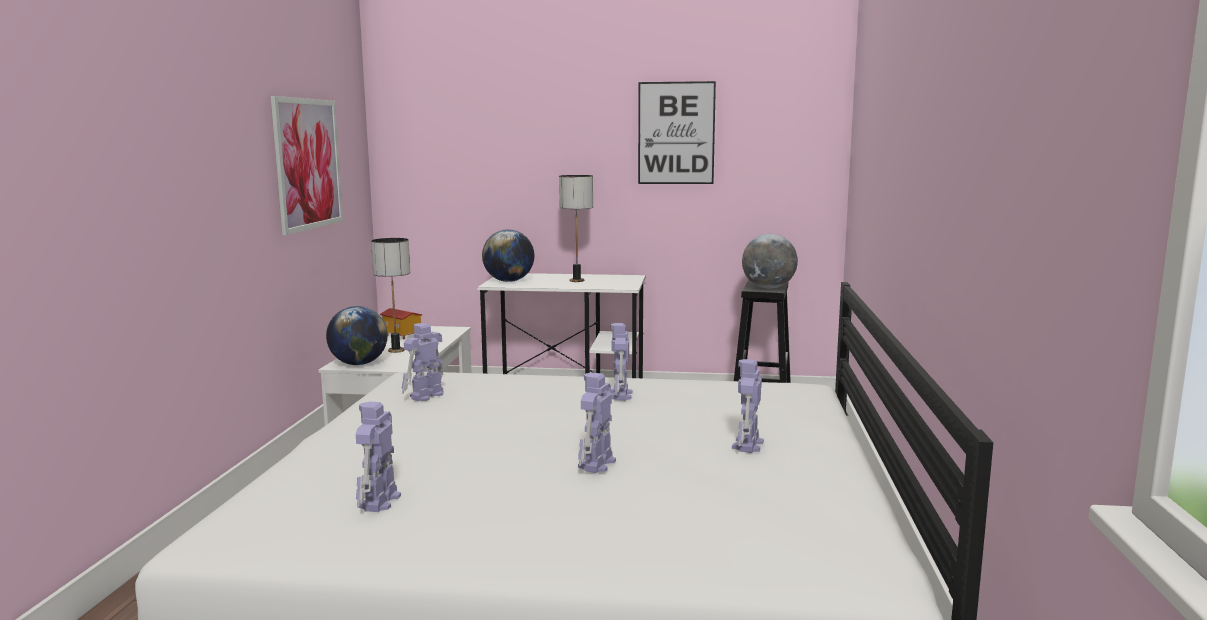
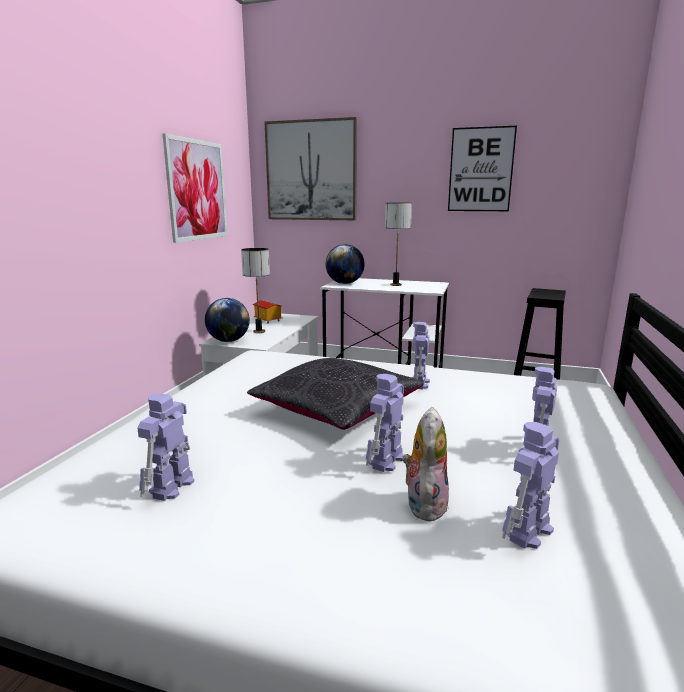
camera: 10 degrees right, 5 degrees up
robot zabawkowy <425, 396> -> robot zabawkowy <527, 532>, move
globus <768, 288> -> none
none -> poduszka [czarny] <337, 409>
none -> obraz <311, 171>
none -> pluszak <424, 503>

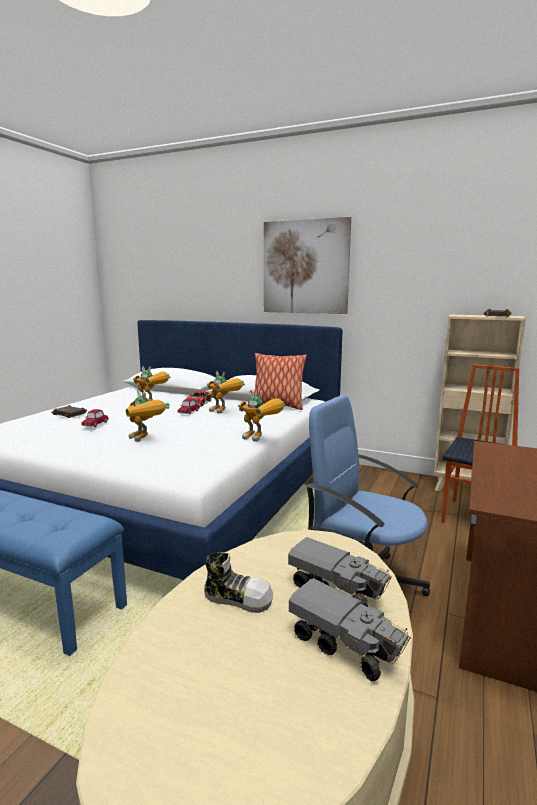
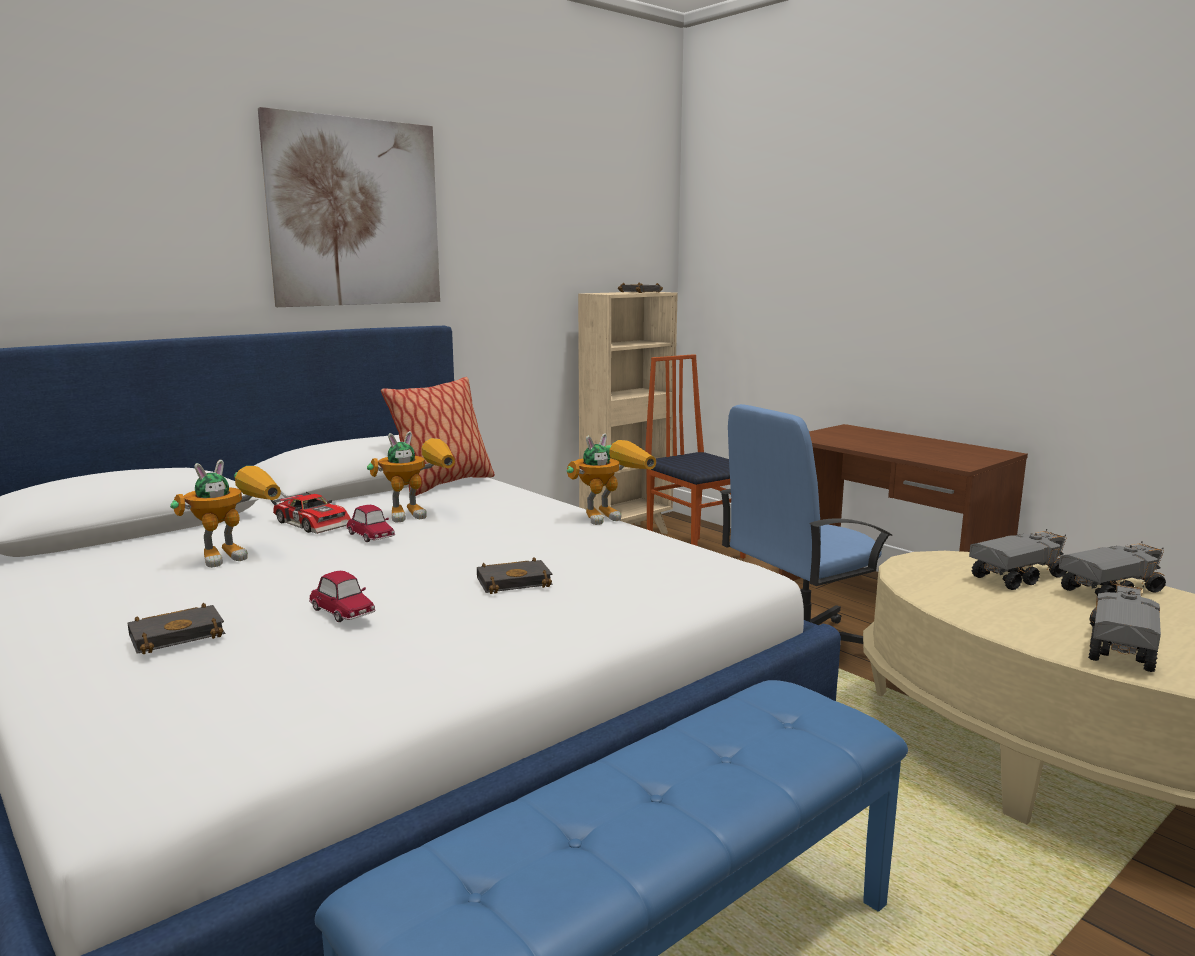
camera: 65 degrees left, 0 degrees up
robot zabawkowy <146, 439> -> książka [czarny] <515, 581>
but <238, 598> -> none
none -> ciężarówka zabawkowa <1121, 648>

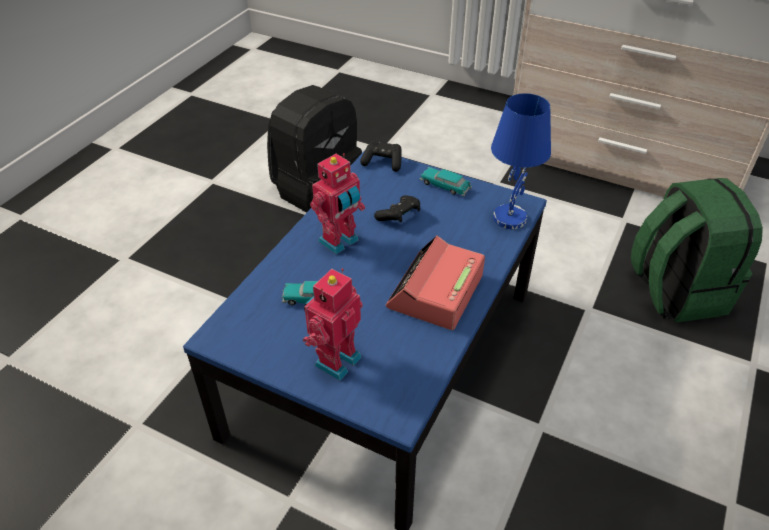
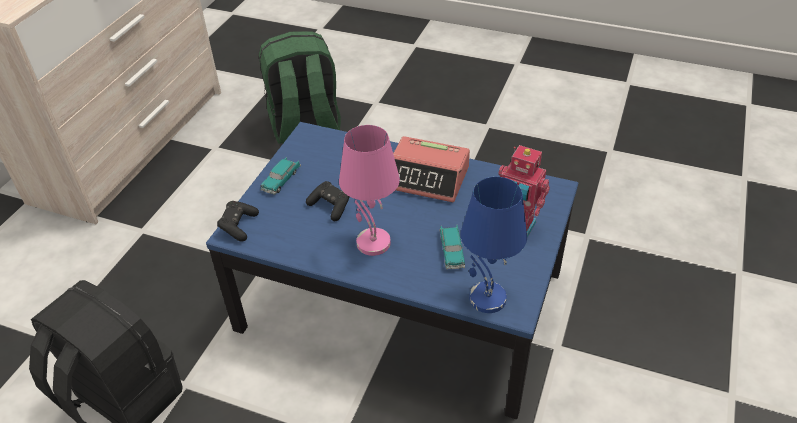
camera: 95 degrees left, 0 degrees up
robot zabawkowy <340, 242> -> lampa stołowa [różowy] <372, 243>
lampa stołowa [niebieski] <509, 217> -> lampa stołowa [niebieski] <486, 298>, move

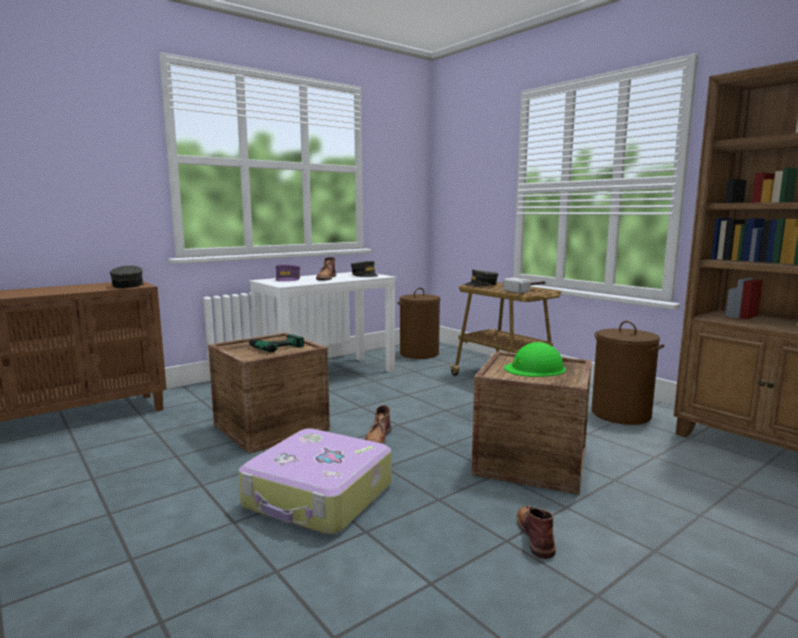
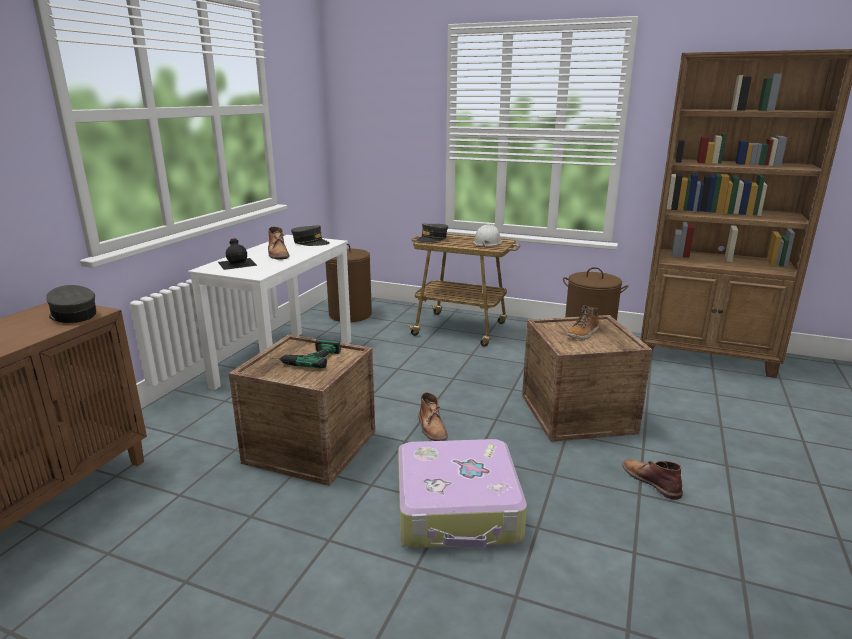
camera: 30 degrees left, 10 degrees up
czapka z daszkiem [fioletowy] <287, 279> -> butelka [czarny] <237, 263>
młotek <528, 290> -> kask [biały] <487, 242>
kask [zielony] <535, 368> -> but z cholewką <583, 334>

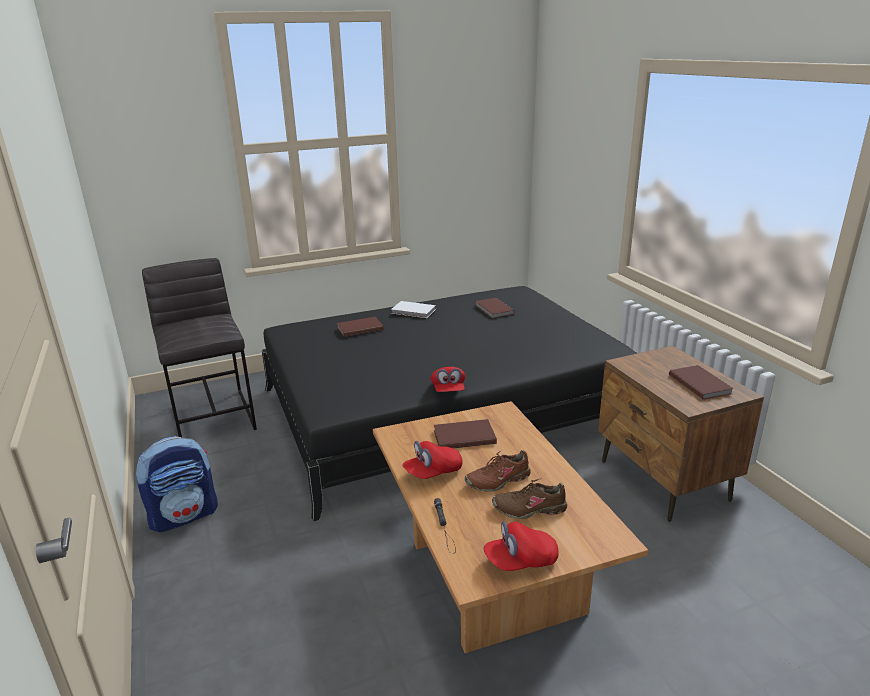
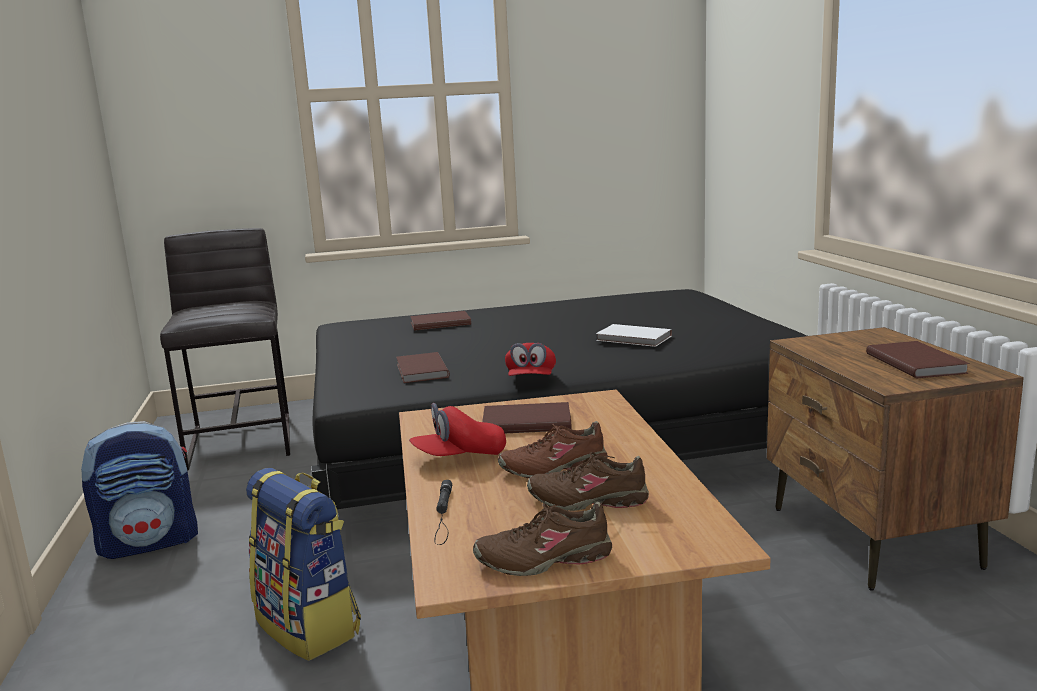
camera: 10 degrees right, 10 degrees down
książka [biały] <413, 311> -> książka [biały] <634, 338>, move
książka [brązowy] <493, 310> -> książka [brązowy] <420, 371>, move
czapka z daszkiem [czerwony] <520, 561> -> but [brązowy] <544, 559>
none -> plecak <310, 626>

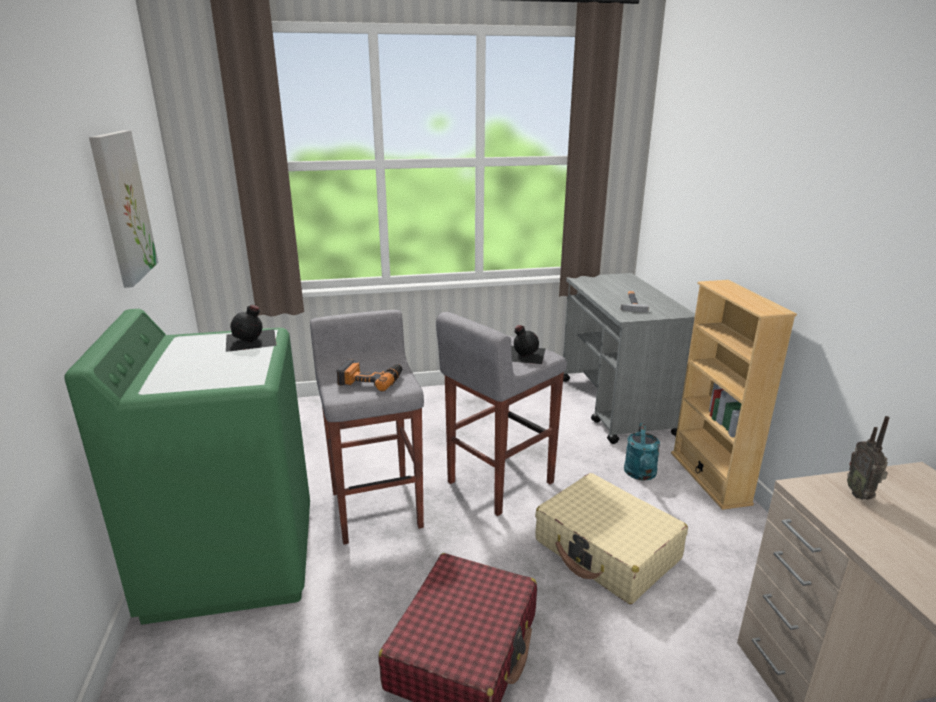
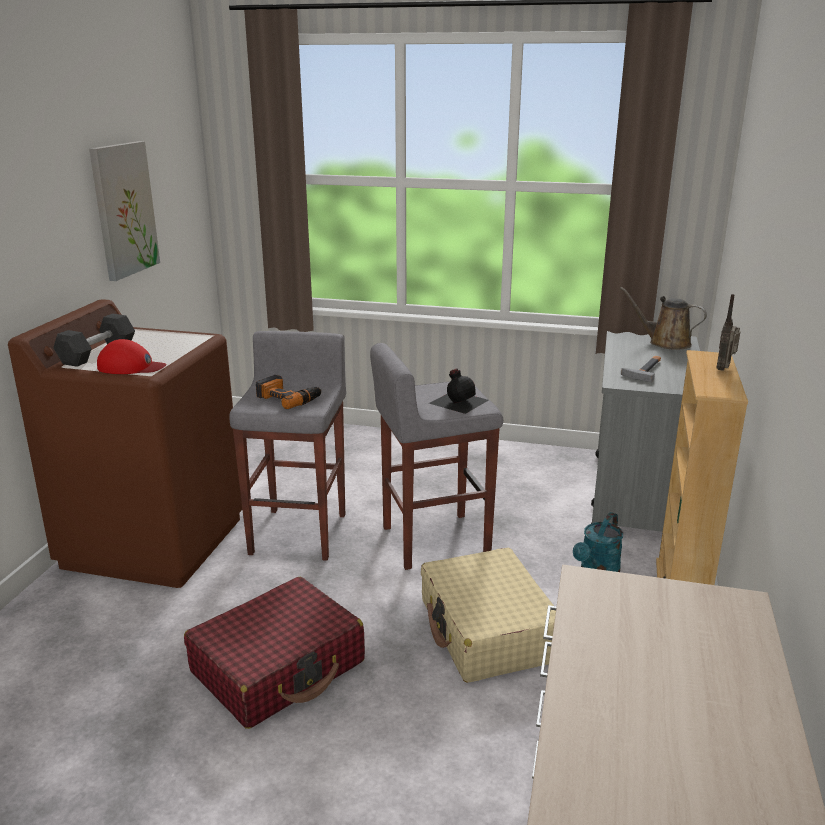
camera: 25 degrees right, 0 degrees up
pralka [zielony] <233, 559> -> pralka [brązowy] <154, 541>
butelka [czarny] <251, 340> -> none
radio <860, 494> -> radio <725, 369>, move
none -> hantel [czarny] <97, 353>
none -> czapka z daszkiem [czerwony] <131, 367>
none -> konewka [brązowy] <665, 343>

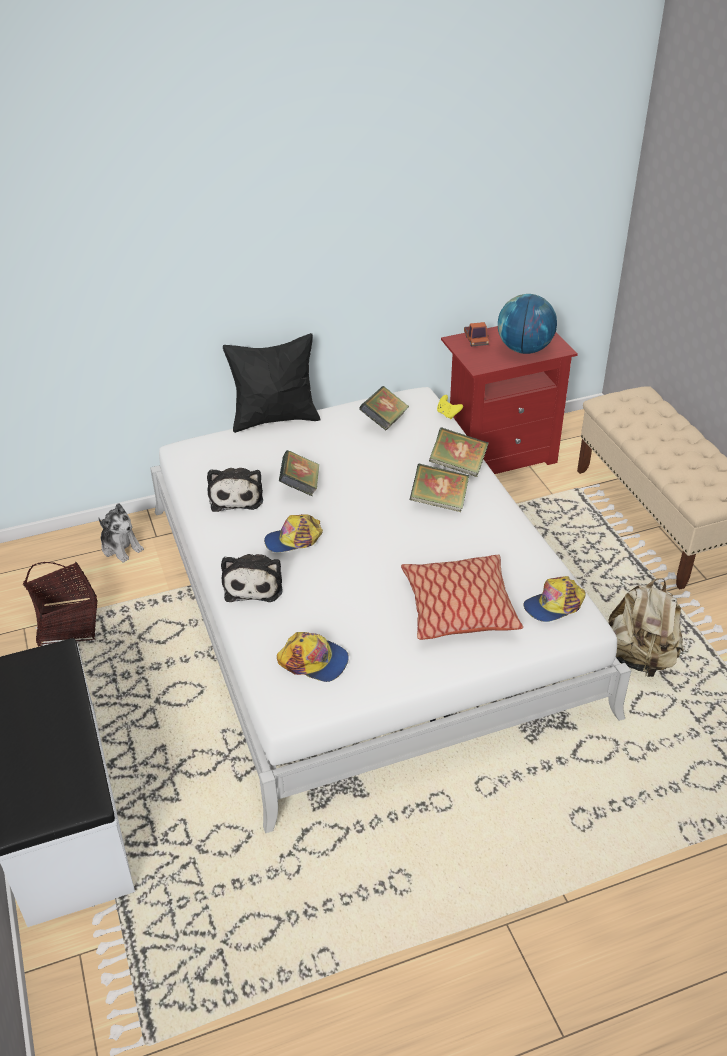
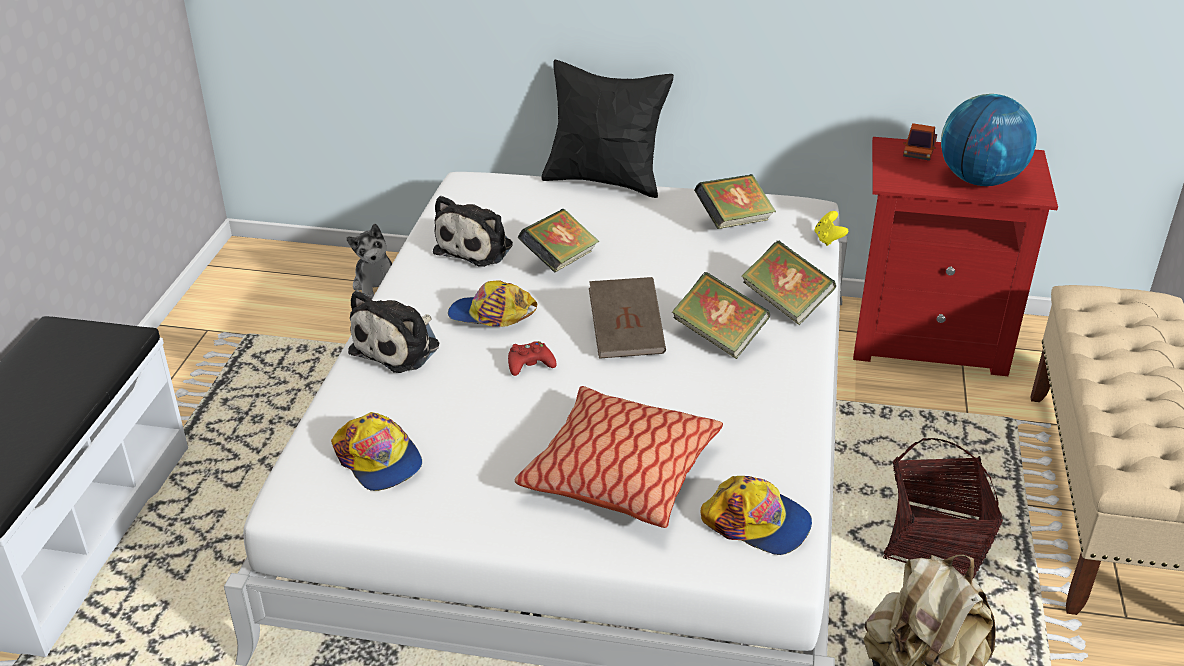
camera: 30 degrees right, 5 degrees down
koszyk <68, 623> -> koszyk <934, 543>, move
czapka z daszkiem <554, 605> -> czapka z daszkiem <757, 522>, 150 degrees counterclockwise
none -> pad do gier [czerwony] <530, 364>
none -> książka [brązowy] <626, 335>

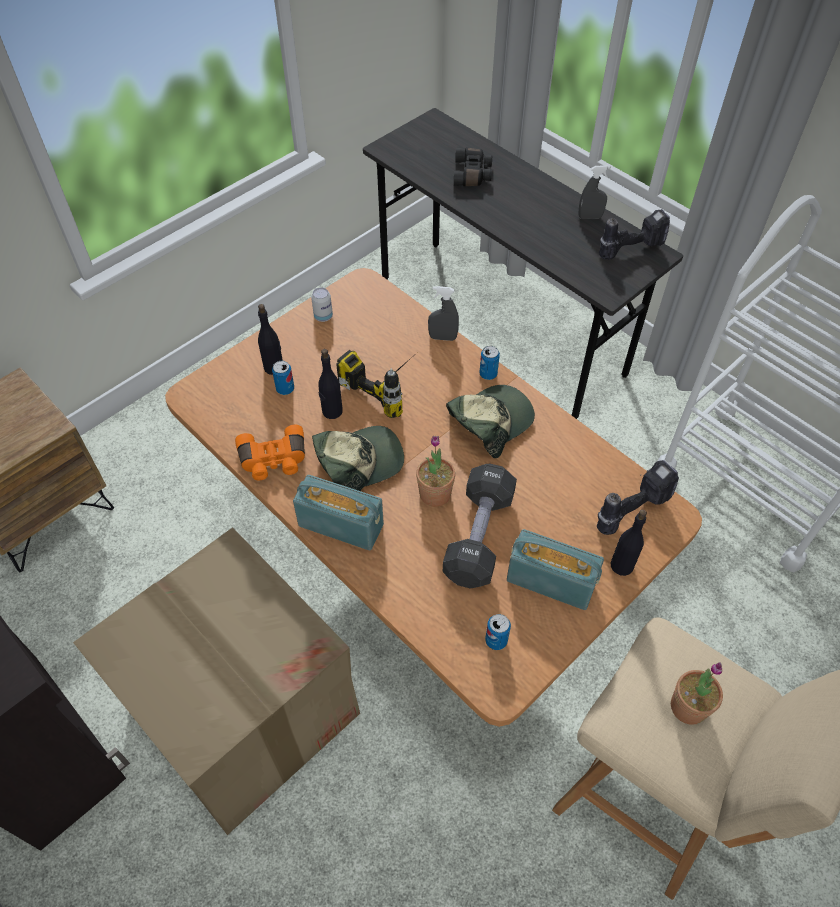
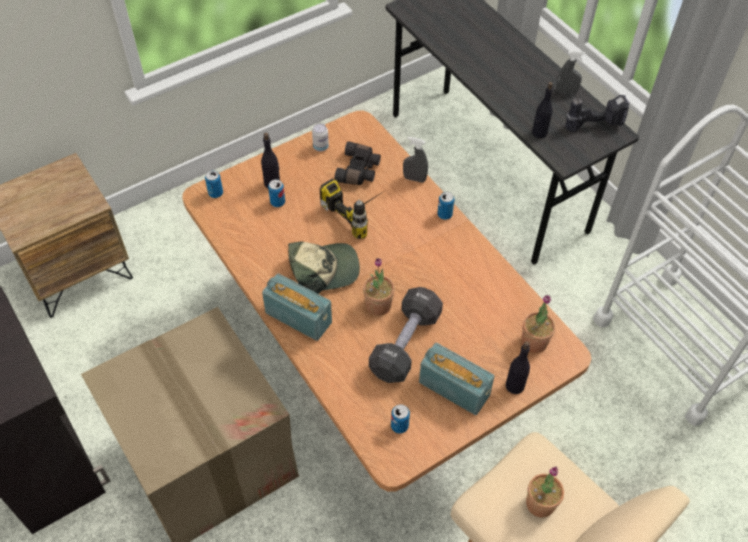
camera: 10 degrees right, 0 degrees up
lornetka [pomarańczowy] <273, 461> -> none
butelka [czarny] <332, 411> -> butelka [czarny] <539, 133>, move
czapka z daszkiem <489, 422> -> none
lornetka [czarny] <473, 174> -> lornetka [czarny] <359, 170>, move
wiertarka <630, 508> -> roślina doniczkowa <534, 342>
none -> puszka <215, 193>

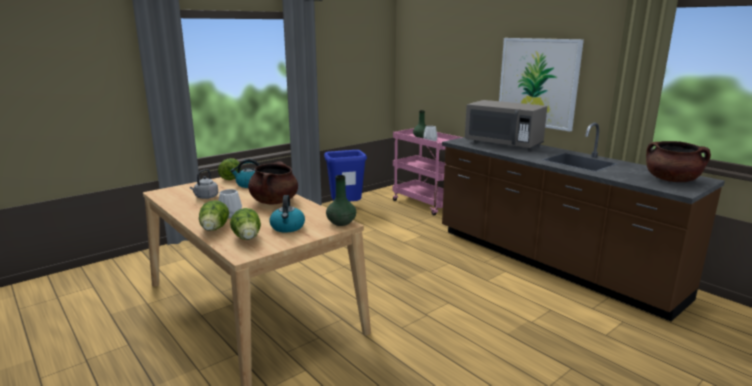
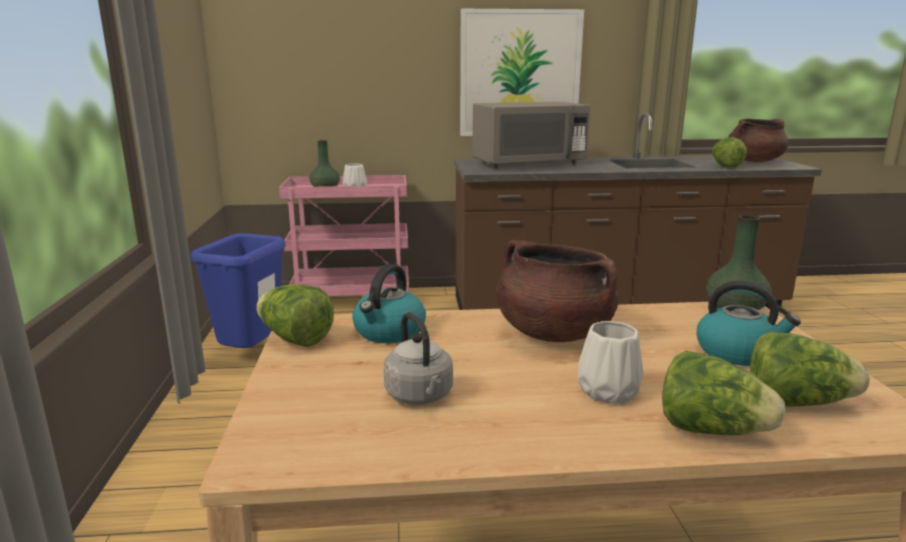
camera: 55 degrees left, 0 degrees up
none -> sałata <725, 166>

